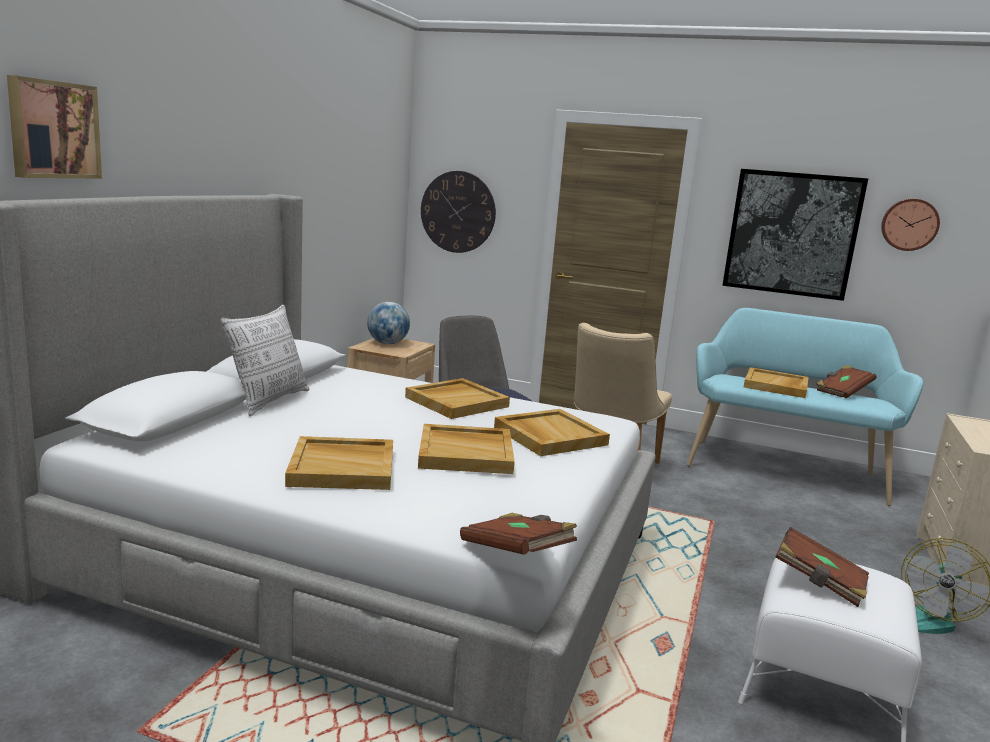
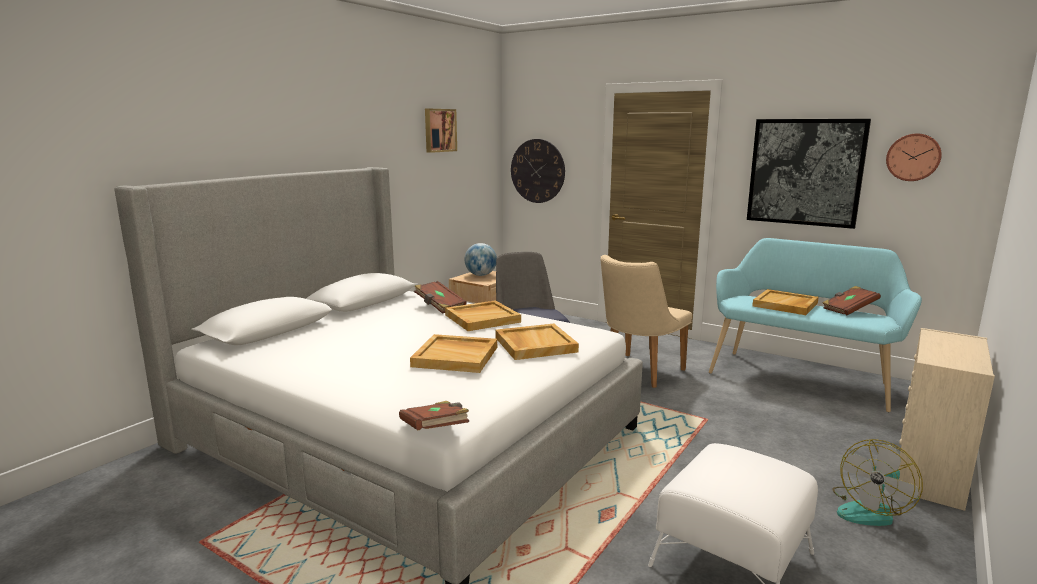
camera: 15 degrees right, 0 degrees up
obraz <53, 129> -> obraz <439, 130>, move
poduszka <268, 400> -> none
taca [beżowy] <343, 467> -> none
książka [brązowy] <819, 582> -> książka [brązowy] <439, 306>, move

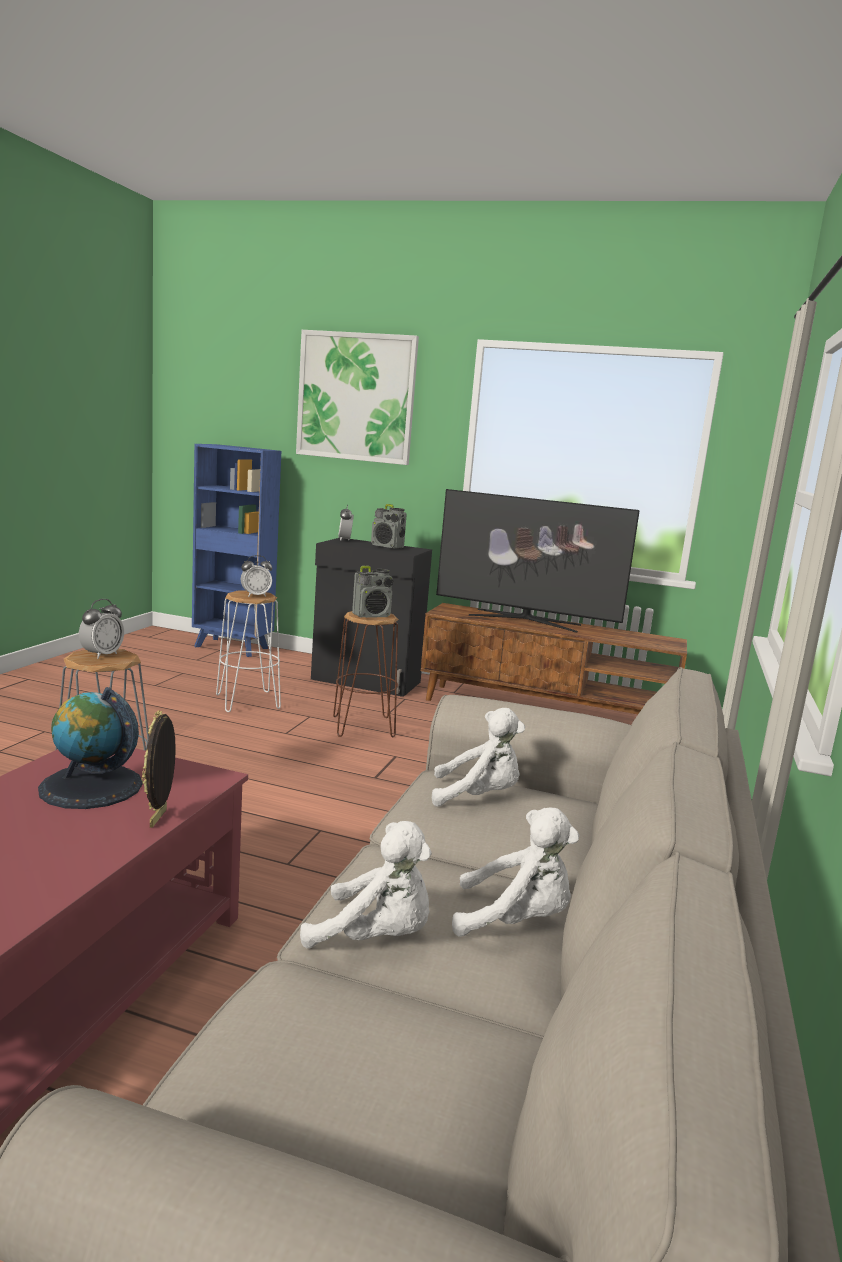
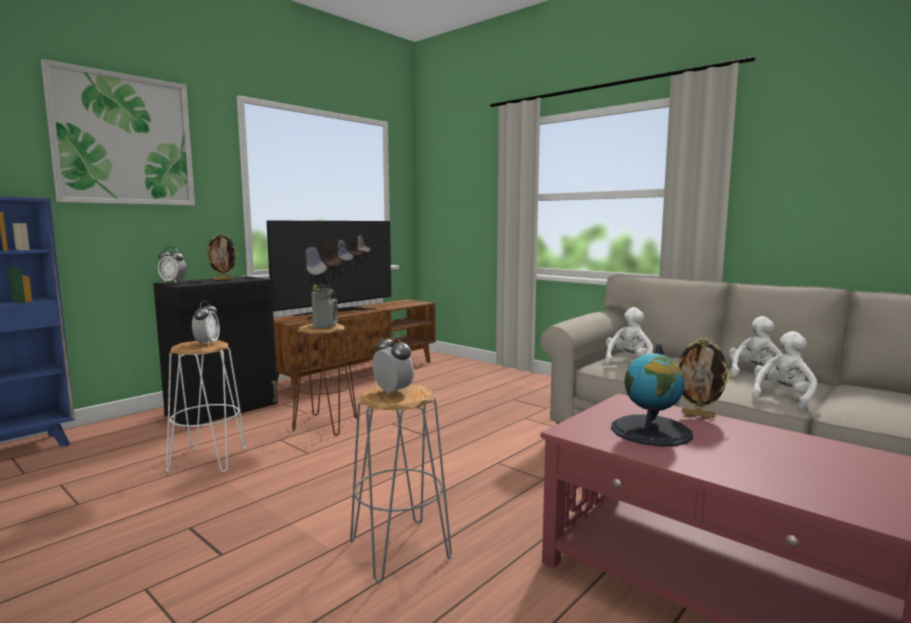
camera: 65 degrees left, 5 degrees down
radio <387, 546> -> ramka na zdjęcie <223, 279>

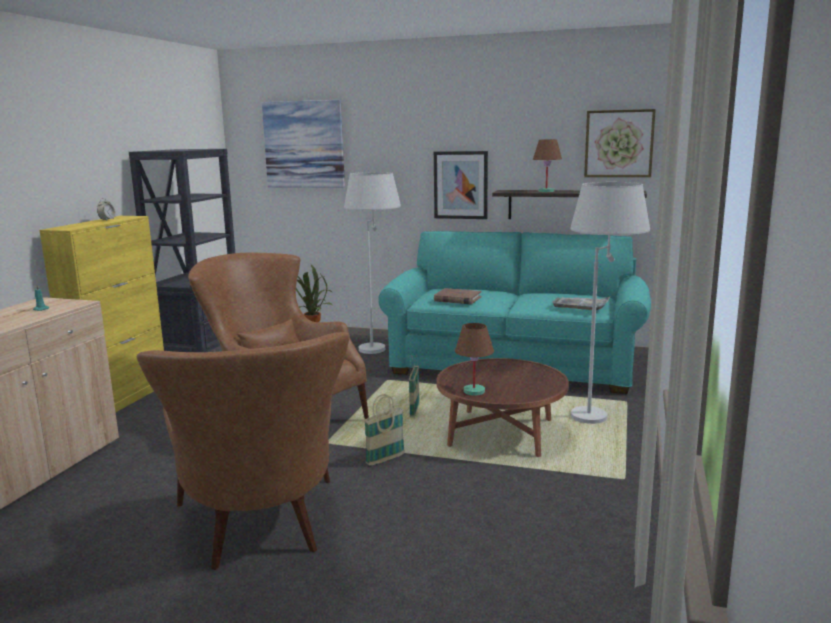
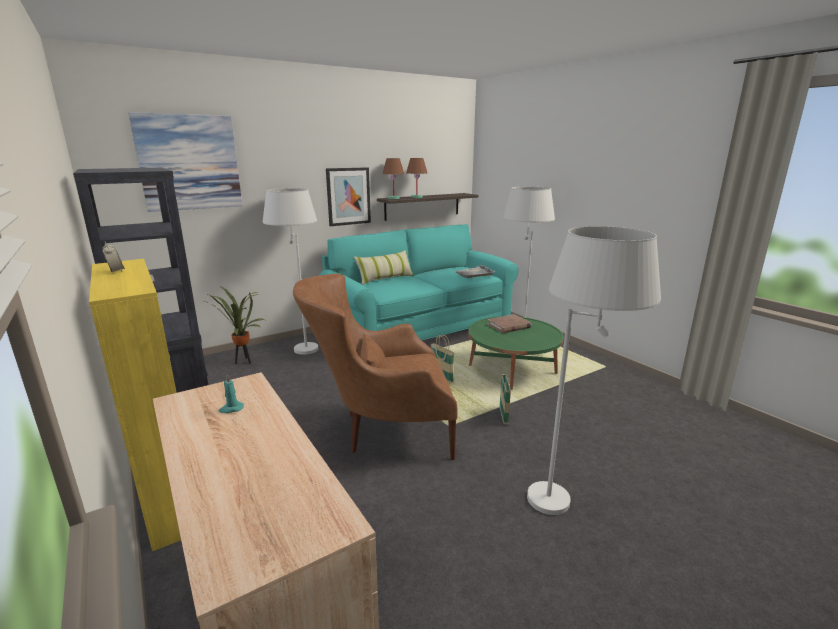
camera: 50 degrees left, 5 degrees up
fotel [brązowy] <262, 535> -> lampa stojąca [biały] <572, 506>
książka [brązowy] <457, 299> -> książka [brązowy] <509, 326>, move
ława [brązowy] <501, 433> -> ława [zielony] <512, 369>
lampa stołowa [brązowy] <474, 391> -> lampa stołowa [brązowy] <394, 198>, move
obraz <619, 143> -> none
none -> poduszka <385, 279>

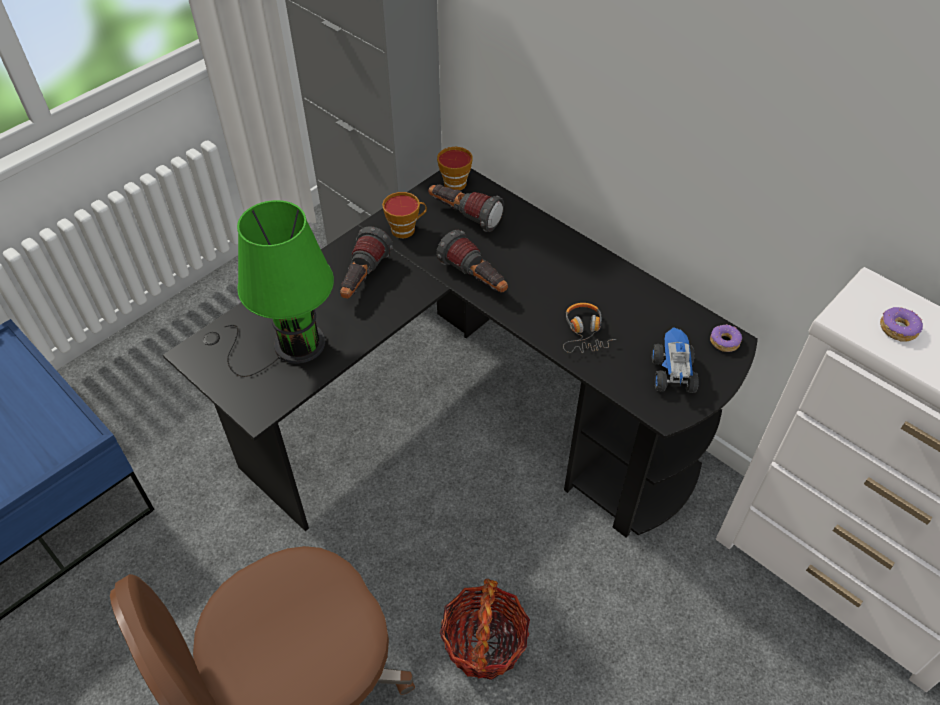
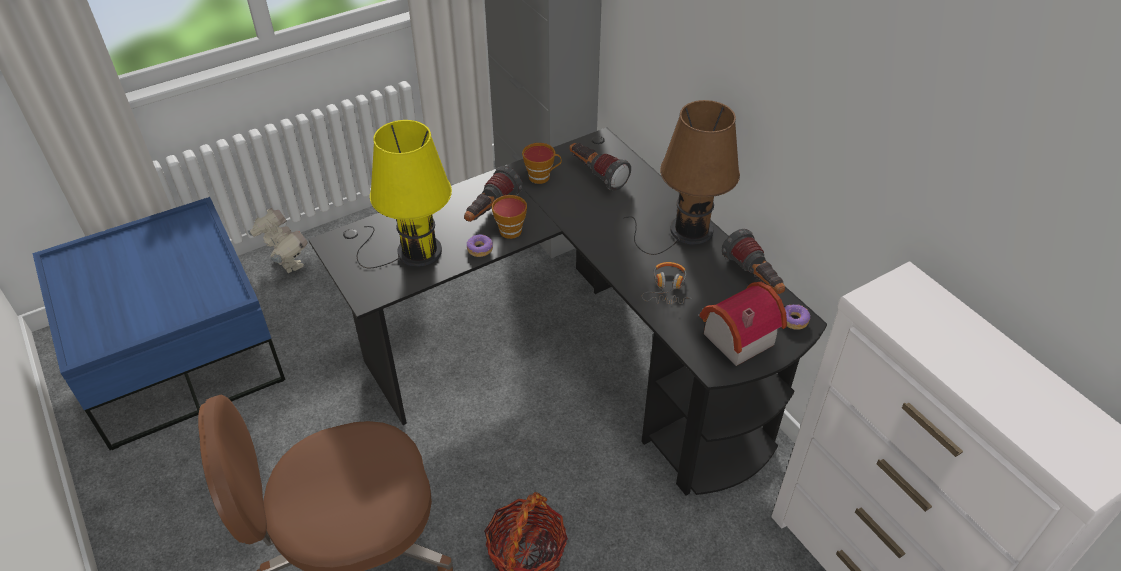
camera: 15 degrees right, 5 degrees down
lampa stołowa [zielony] <293, 345> -> lampa stołowa [żółty] <414, 251>
latarka <475, 279> -> latarka <754, 278>, move
filiżanka <455, 182> -> filiżanka <511, 229>, move
ciężarówka zabawkowa <671, 373> -> domek <734, 337>
donut <898, 329> -> donut <480, 249>, move
none -> robot zabawkowy <286, 264>
none -> lampa stołowa [brązowy] <686, 231>

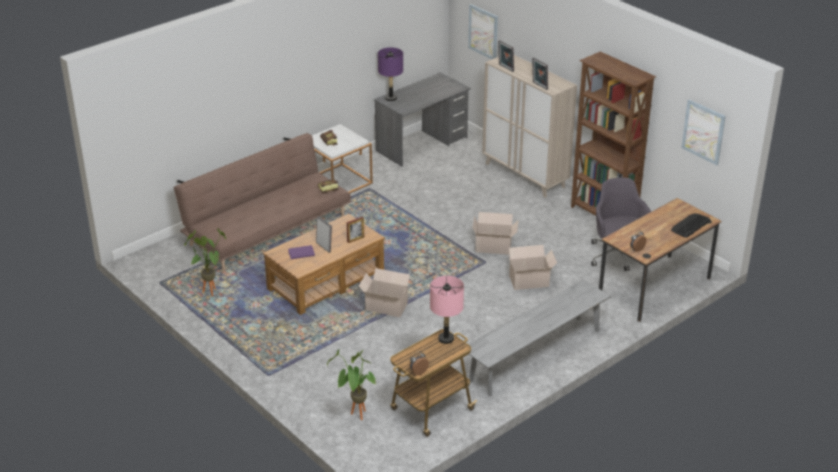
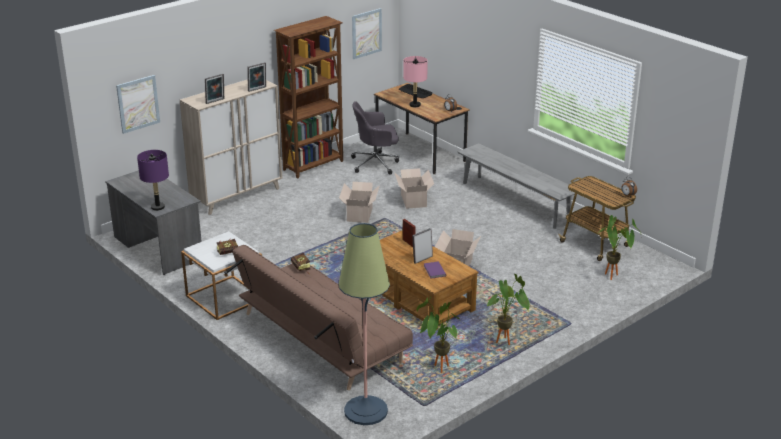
camera: 90 degrees left, 5 degrees down
lampa stołowa [różowy] <446, 338> -> lampa stołowa [różowy] <414, 105>, move
none -> lampa stojąca <366, 411>
none -> roślina doniczkowa <507, 342>

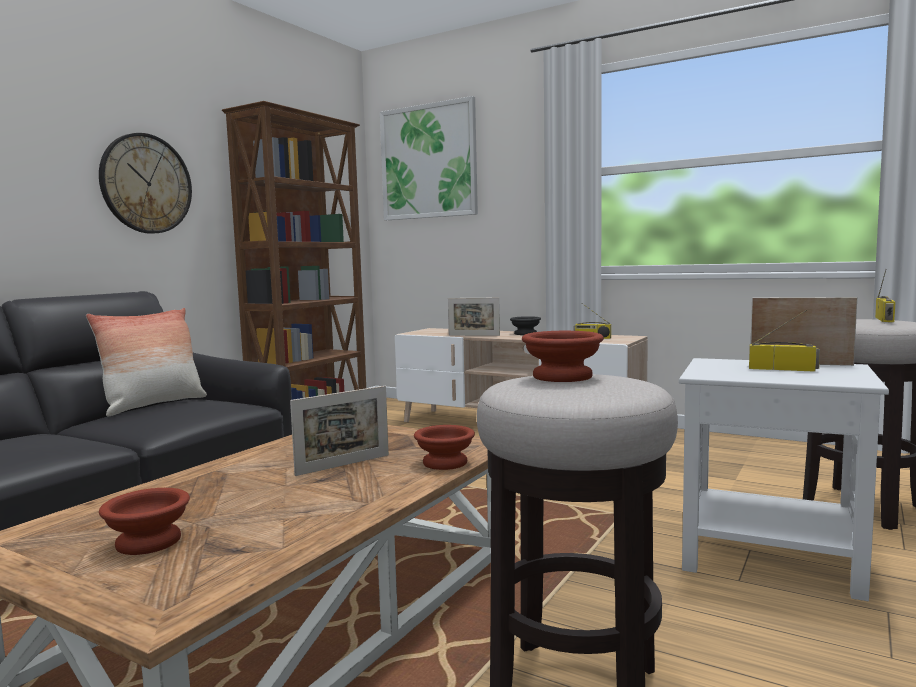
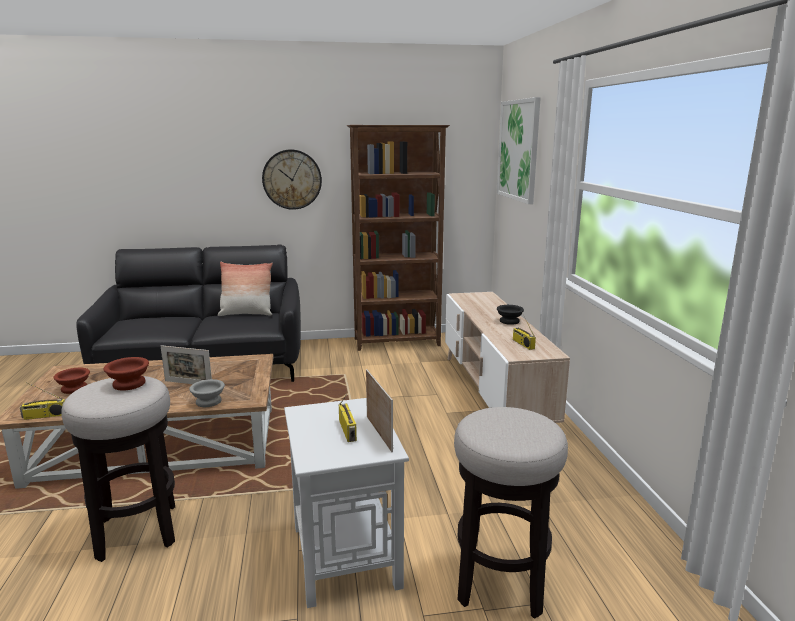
camera: 50 degrees right, 10 degrees up
miska [brązowy] <445, 463> -> miska [szary] <207, 402>
ramka na zdjęcie <474, 335> -> none
radio <885, 319> -> radio <44, 416>, move

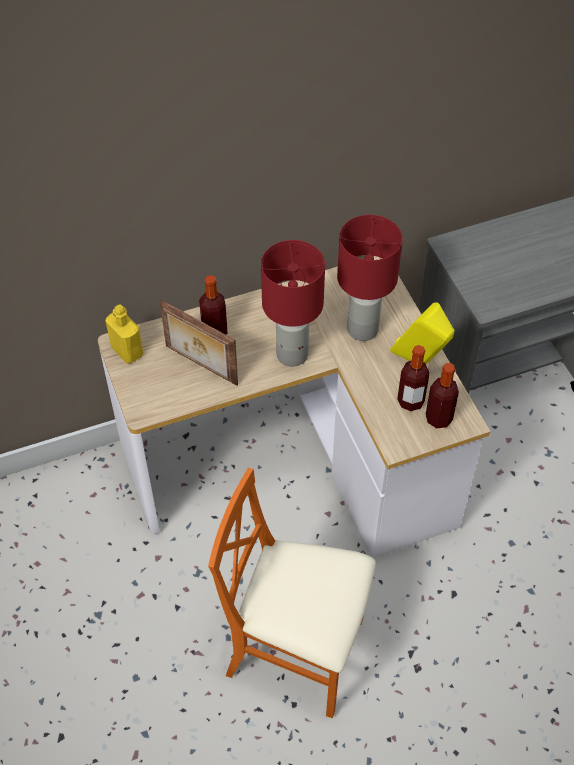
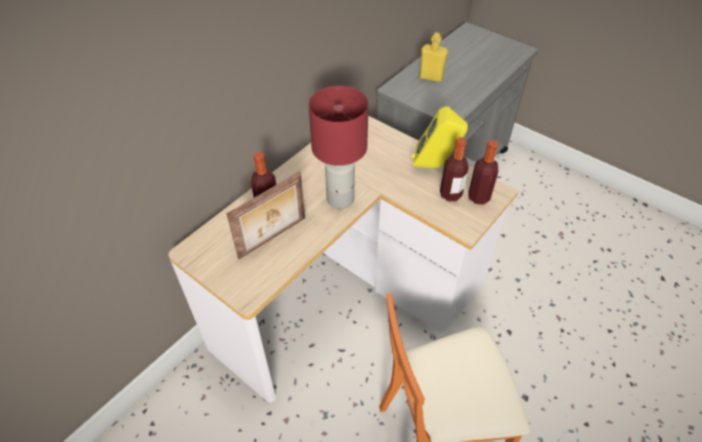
camera: 30 degrees left, 5 degrees down
butelka [żółty] <127, 351> -> butelka [żółty] <431, 77>, move
ramka na zdjęcie <200, 366> -> ramka na zdjęcie <273, 238>, 45 degrees counterclockwise
lampa stołowa [czerwony] <362, 330> -> none

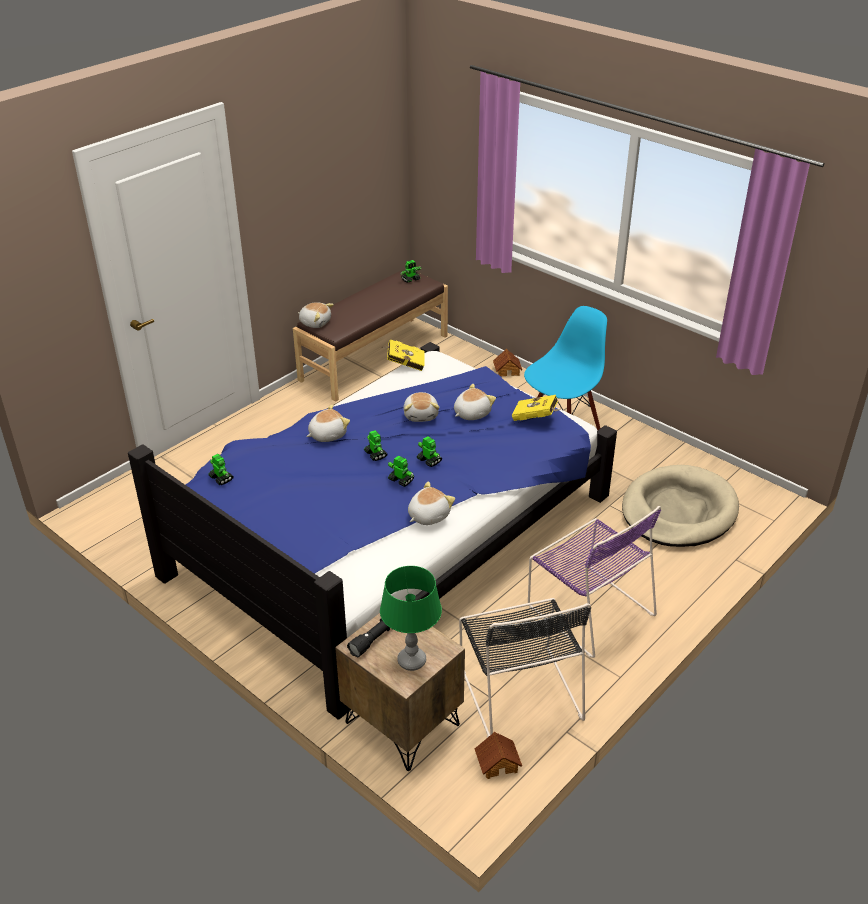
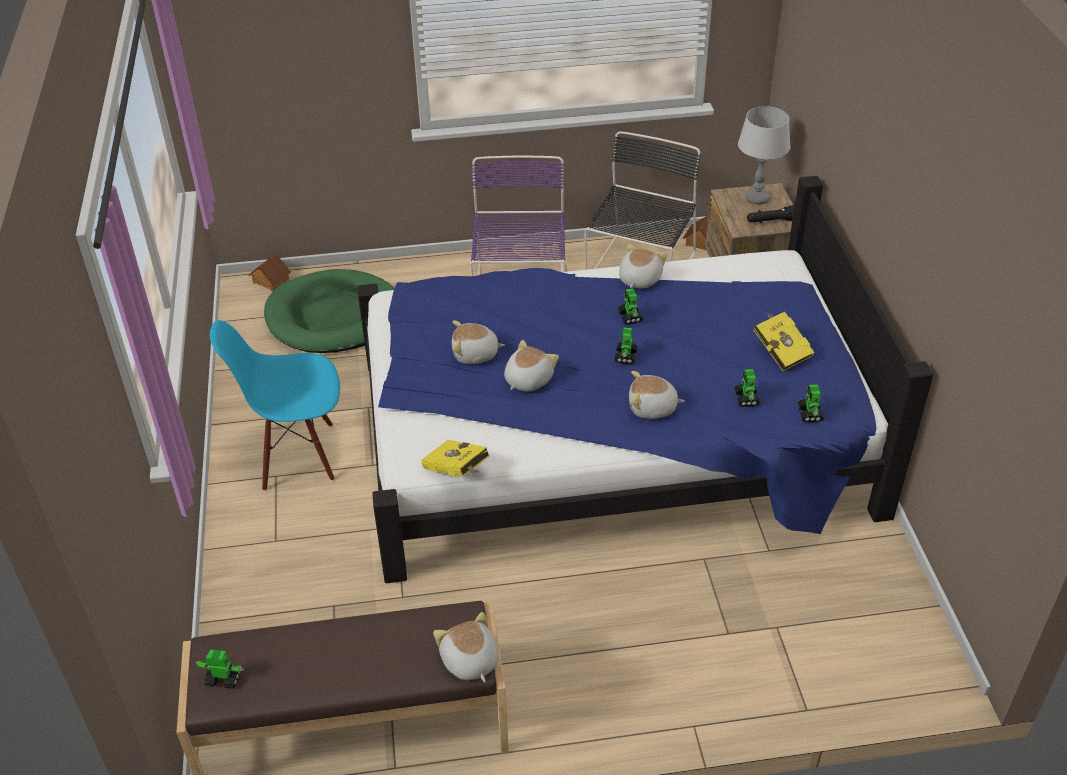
camera: 140 degrees left, 5 degrees up
lampa stołowa [zielony] <412, 661> -> lampa stołowa [szary] <756, 198>
pluszak <428, 515> -> pluszak <638, 279>, 120 degrees clockwise
robot zabawkowy <429, 460> -> robot zabawkowy <746, 398>, move
domek <507, 370> -> domek <270, 280>, move
książka [żółty] <536, 418> -> książka [żółty] <780, 351>, move
legowisko [beżowy] <678, 511> -> legowisko [zielony] <334, 317>

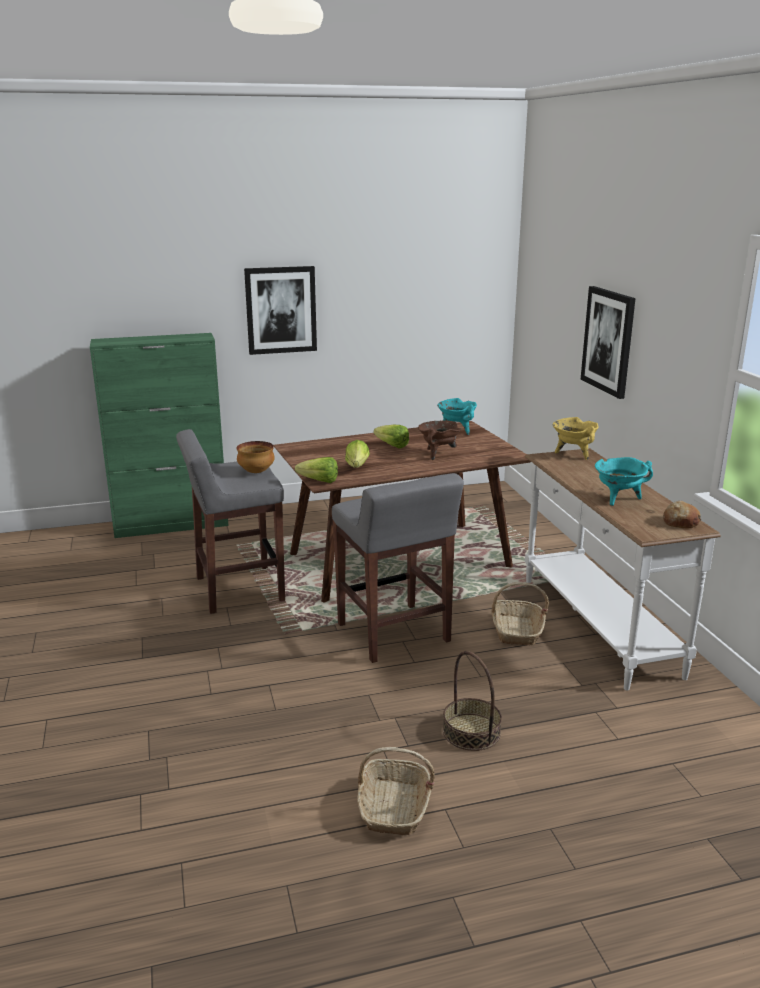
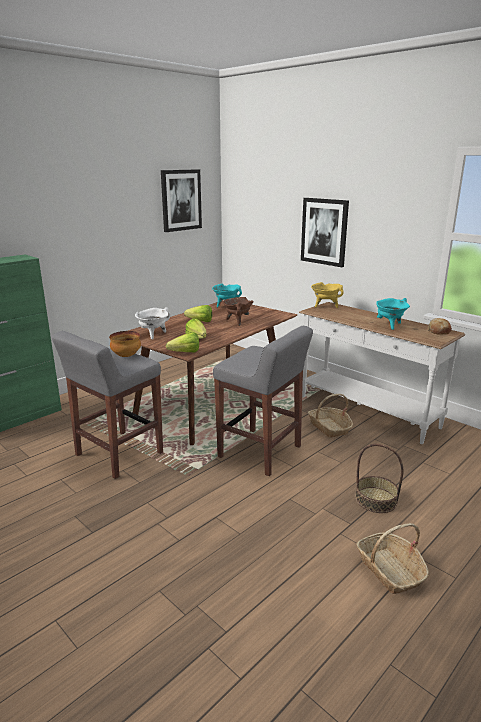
camera: 30 degrees left, 0 degrees up
obraz <281, 310> -> obraz <181, 200>, move
none -> garnek [biały] <153, 335>

